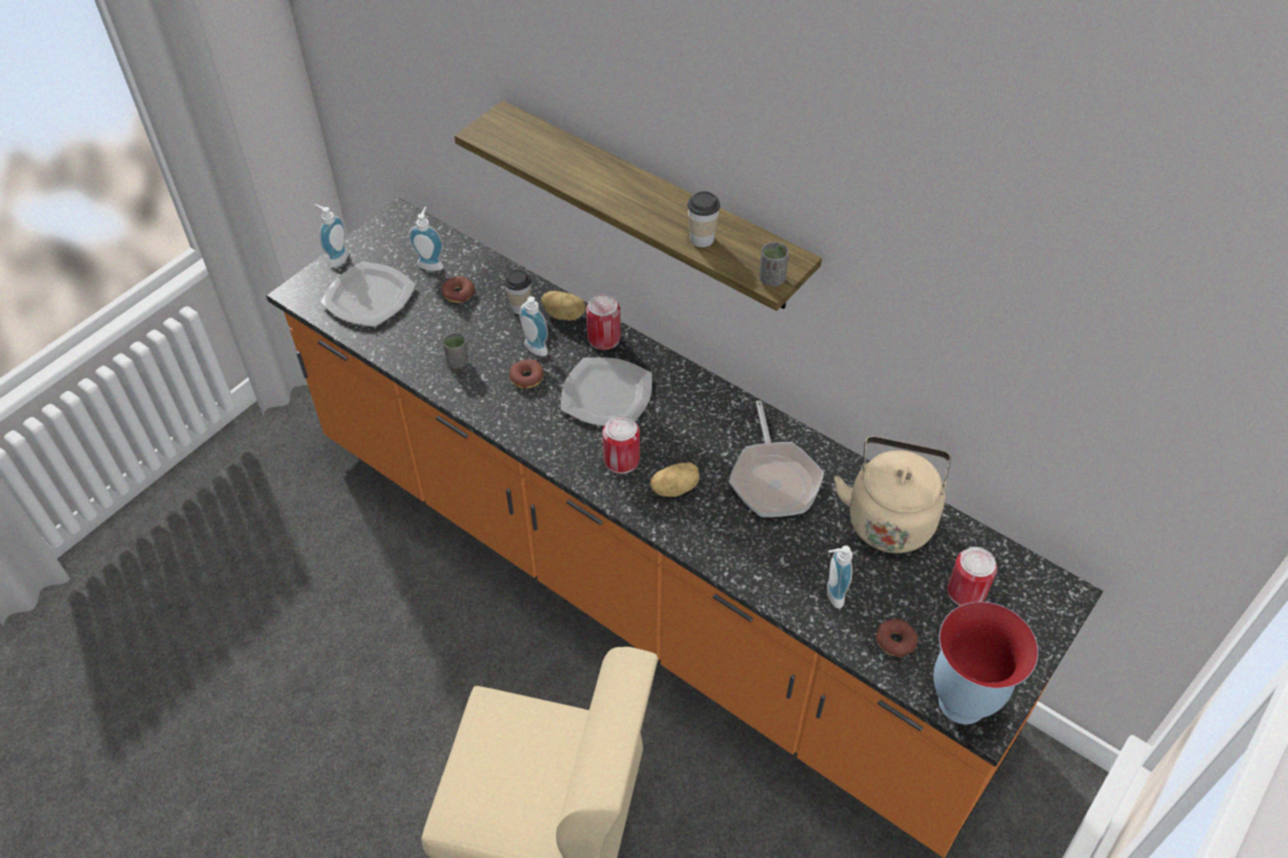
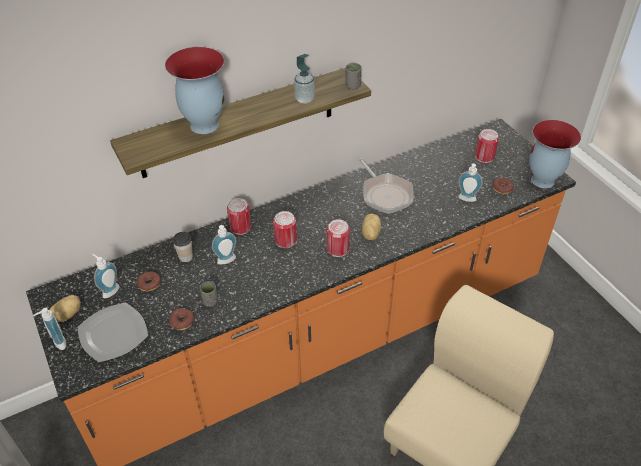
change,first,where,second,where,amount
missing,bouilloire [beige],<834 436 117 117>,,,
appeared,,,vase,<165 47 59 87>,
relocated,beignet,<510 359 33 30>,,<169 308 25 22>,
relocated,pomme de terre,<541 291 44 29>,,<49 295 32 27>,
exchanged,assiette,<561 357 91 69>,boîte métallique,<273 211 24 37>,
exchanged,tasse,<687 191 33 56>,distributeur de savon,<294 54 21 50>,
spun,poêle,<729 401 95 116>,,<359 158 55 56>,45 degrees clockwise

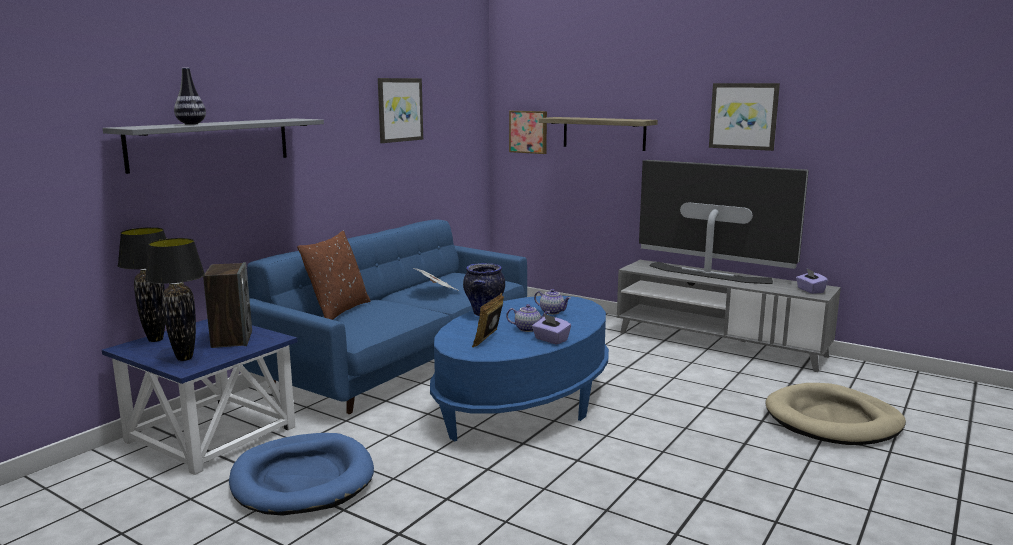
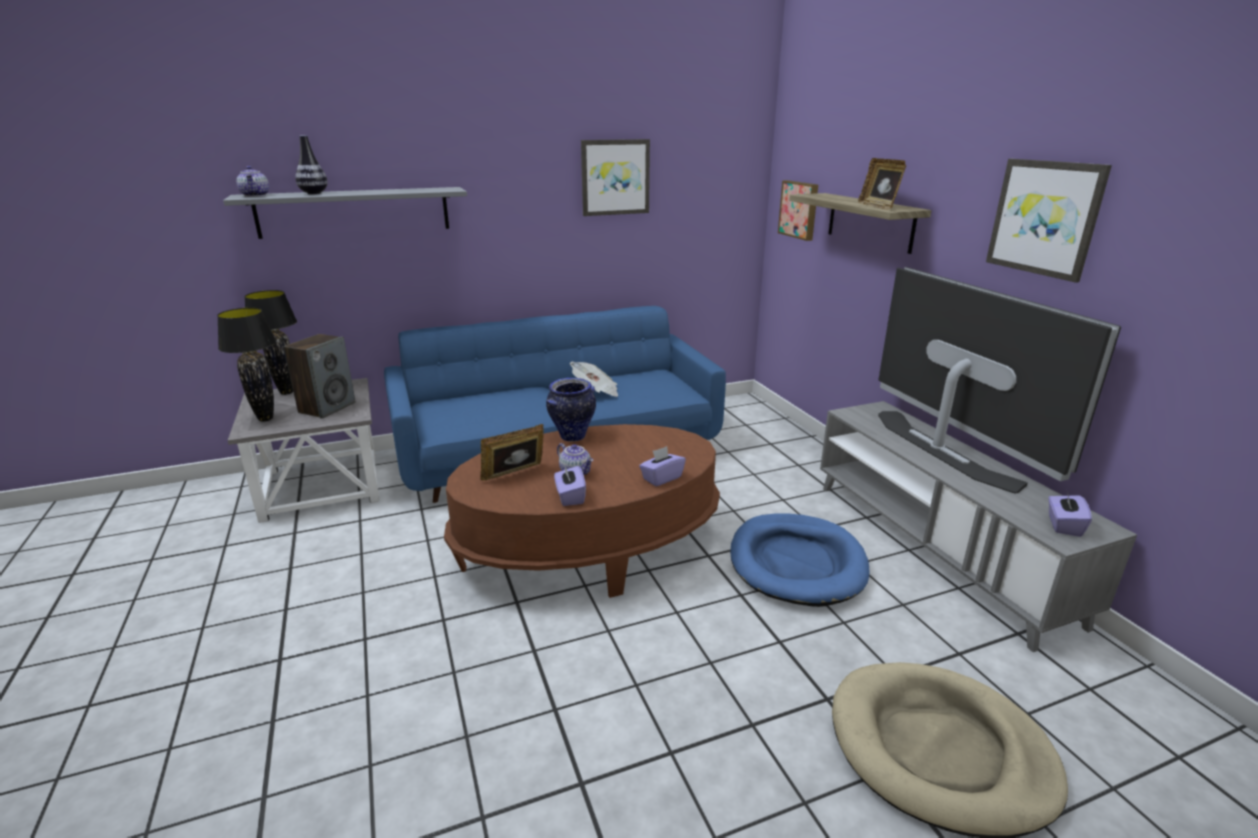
change,first,where,second,where,amount
missing,coussin [marron],<297 231 74 89>,,,
appeared,,,boîte à mouchoirs [violet],<639 446 47 40>,
appeared,,,cadre photo,<858 158 48 52>,
relocated,panier pour chien [bleu],<229 433 145 83>,,<730 513 139 94>,
relocated,théière,<534 289 37 26>,,<236 166 33 31>,
colour,table d'appoint [bleu],<102 319 195 156>,table d'appoint [gris],<228 378 152 145>,
colour,table basse [bleu],<430 296 179 145>,table basse [marron],<444 424 276 174>,

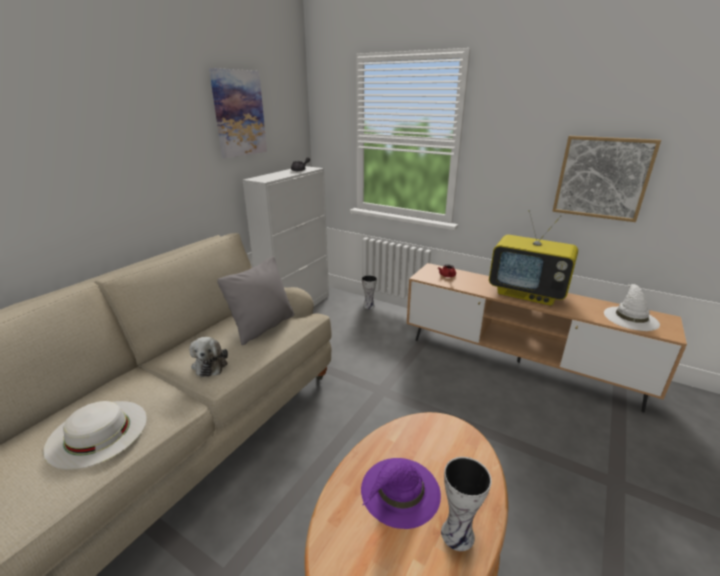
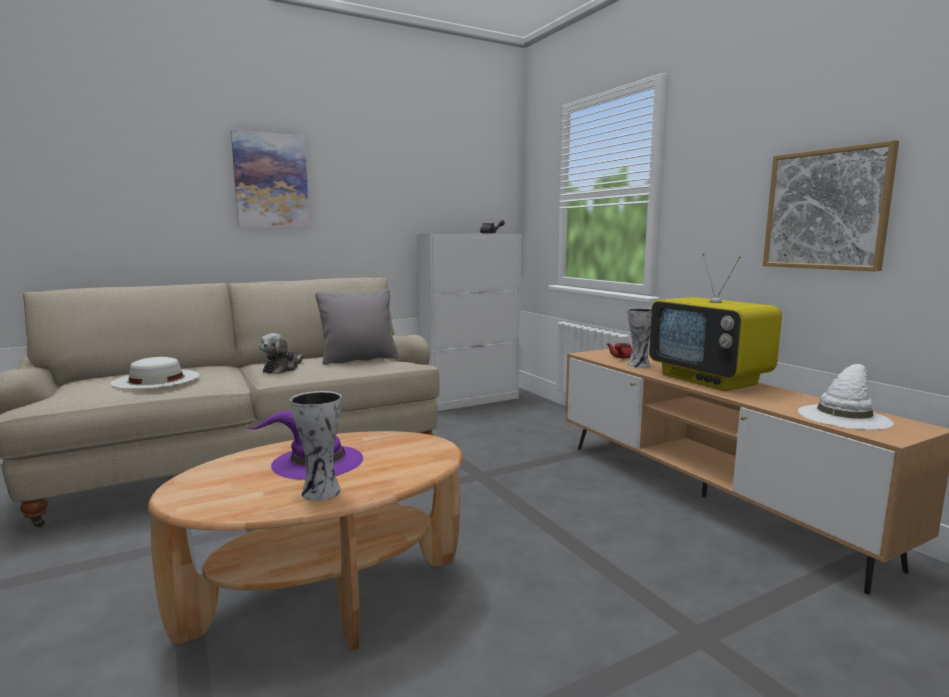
change,first,where,second,where,amount
relocated,tableau,<209 68 58 91>,,<231 130 79 98>,
relocated,vase,<362 275 15 34>,,<628 308 23 60>,

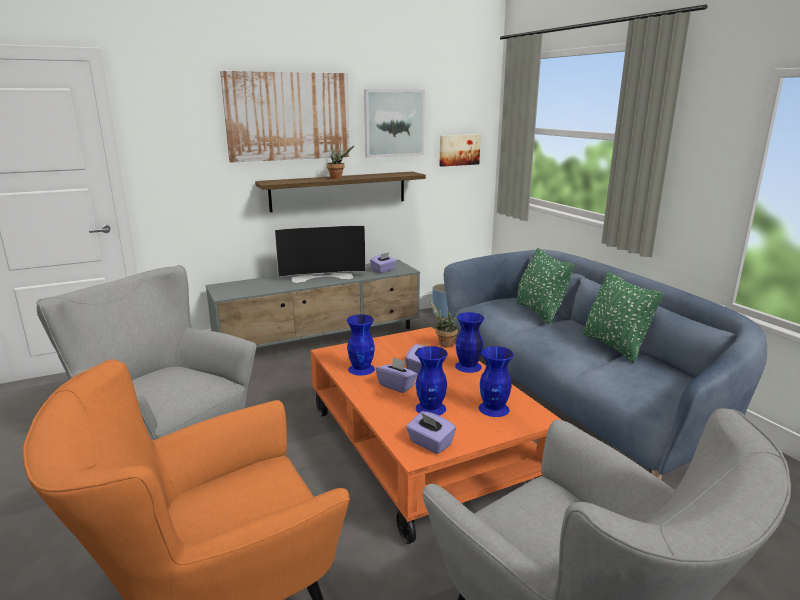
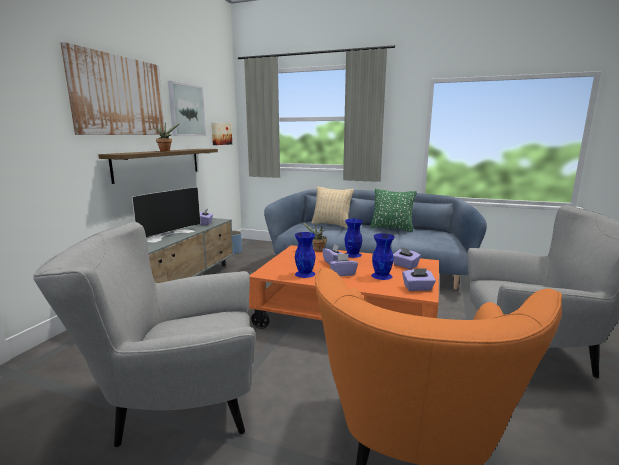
change,first,where,second,where,amount
exchanged,vase [bleu],<479 346 34 71>,boîte à mouchoirs [violet],<393 247 28 22>,
colour,coussin [vert],<516 248 58 76>,coussin [beige],<311 187 43 41>,

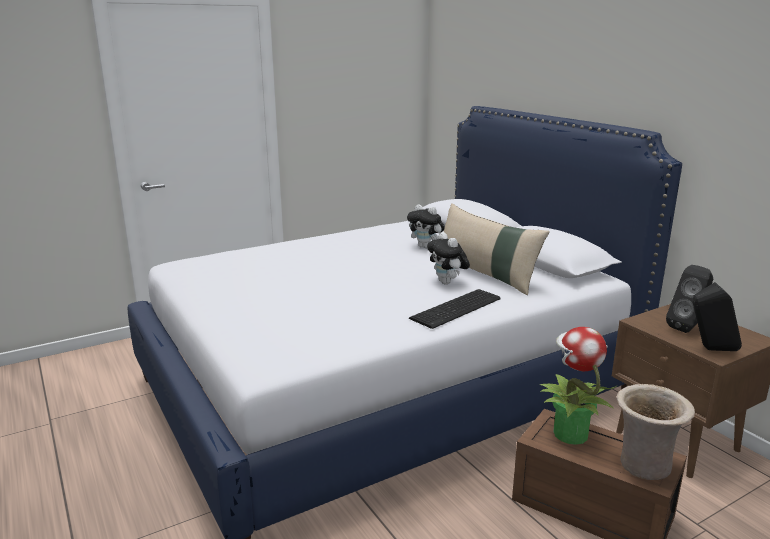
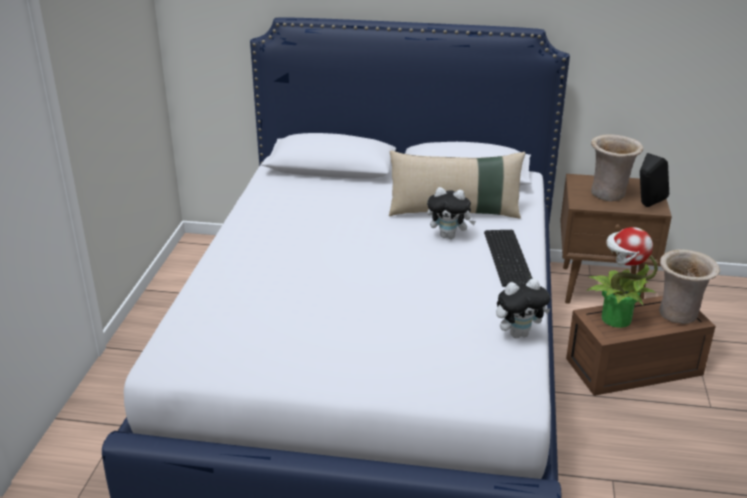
change,first,where,second,where,amount
relocated,peluche,<407 204 38 44>,,<496 278 55 60>,
exchanged,enceinte [noir],<666 265 47 68>,vase [beige],<591 135 52 66>,

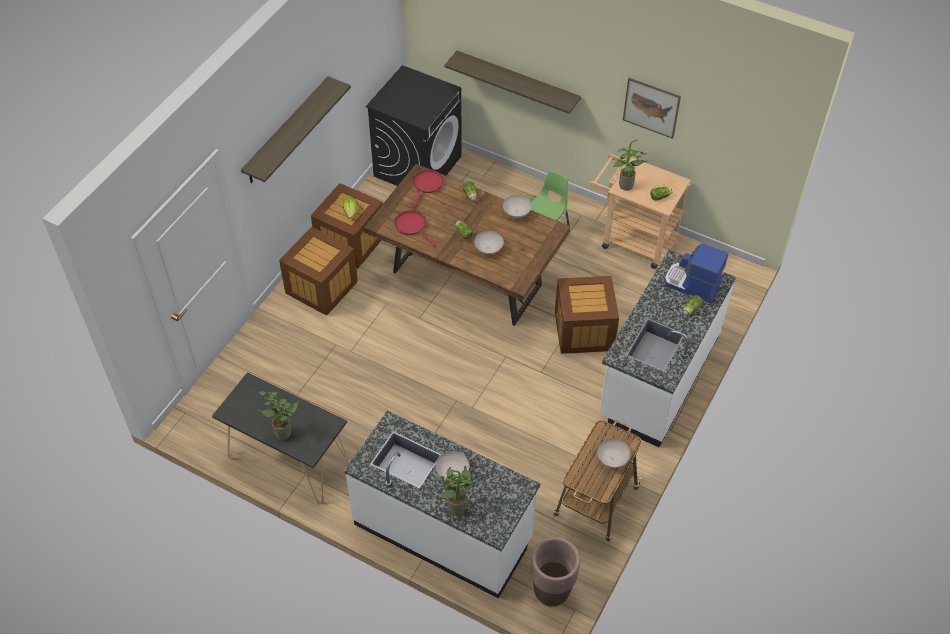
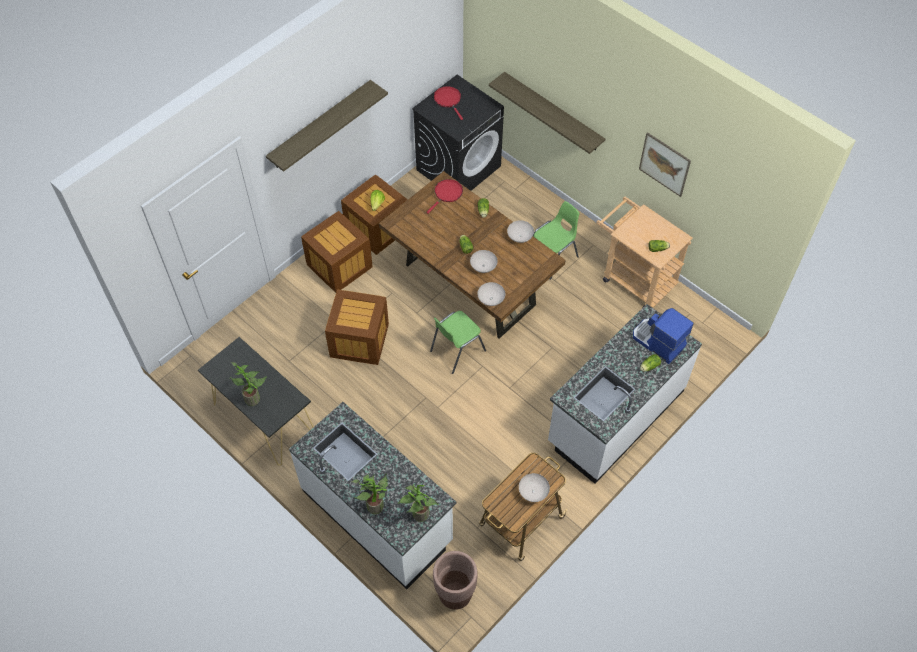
change,first,where,second,where,amount
appeared,,,chaise [vert],<430 311 56 63>,
relocated,poêle [rouge],<395 210 41 36>,,<434 86 29 34>,
relocated,bol [blanc],<435 451 34 29>,,<477 282 28 24>,
relocated,caisse,<555 276 64 78>,,<325 290 64 75>,
relocated,plante en pot,<613 139 35 52>,,<398 484 41 38>,

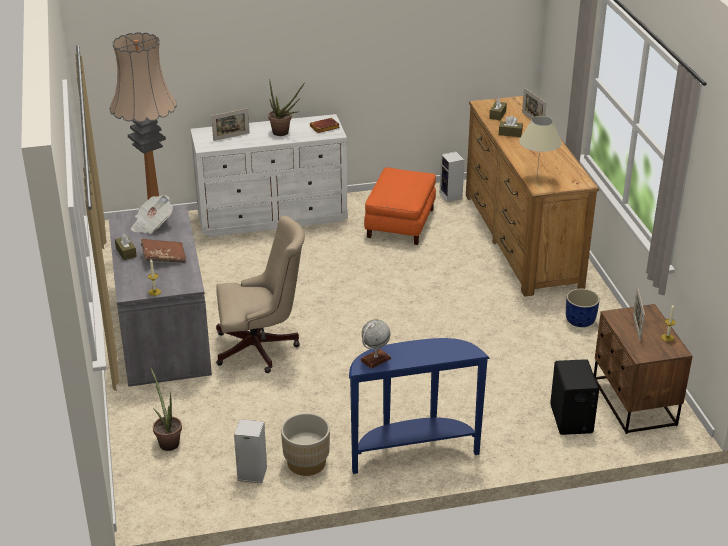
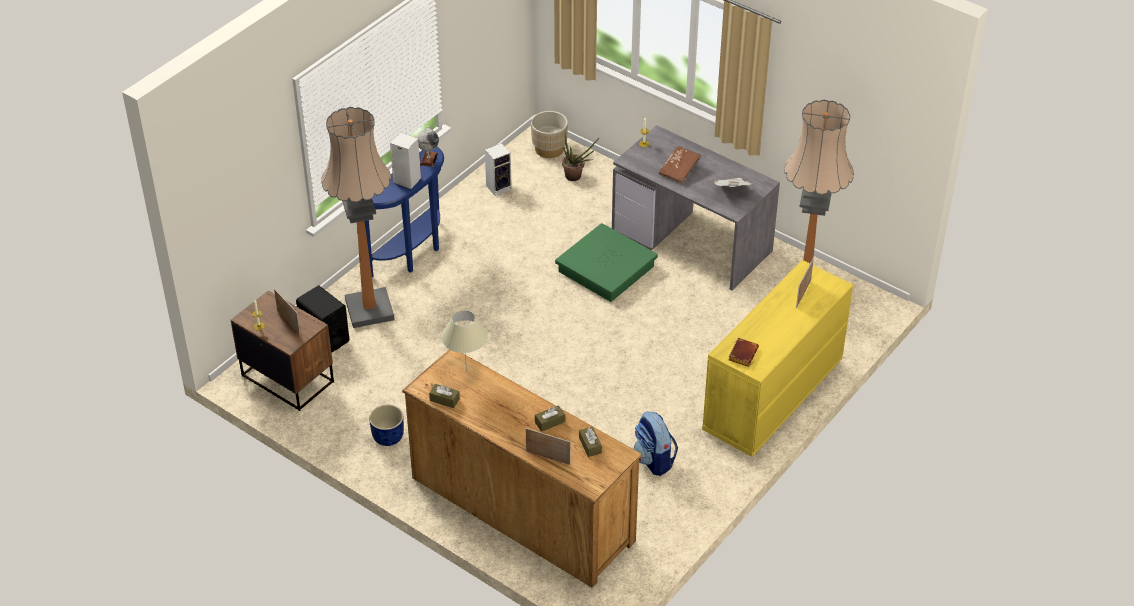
change,first,where,second,where,amount
missing,plante en pot,<268 79 37 57>,,,
appeared,,,lampadaire,<321 107 74 221>,
relocated,boîte à mouchoirs [marron],<115 234 22 26>,,<429 384 31 24>,
relocated,cache-pot [beige],<281 413 49 63>,,<531 111 37 47>,
relocated,enceinte,<440 152 25 50>,,<390 132 31 57>,
exchanged,chaise de bureau [beige],<216 216 89 157>,boîte de rangement [vert],<555 223 103 79>,
exchanged,pouf [orange],<364 167 72 78>,sac à dos,<634 411 44 65>,
colour,commode [blanc],<190 114 158 123>,commode [jaune],<702 260 151 197>,

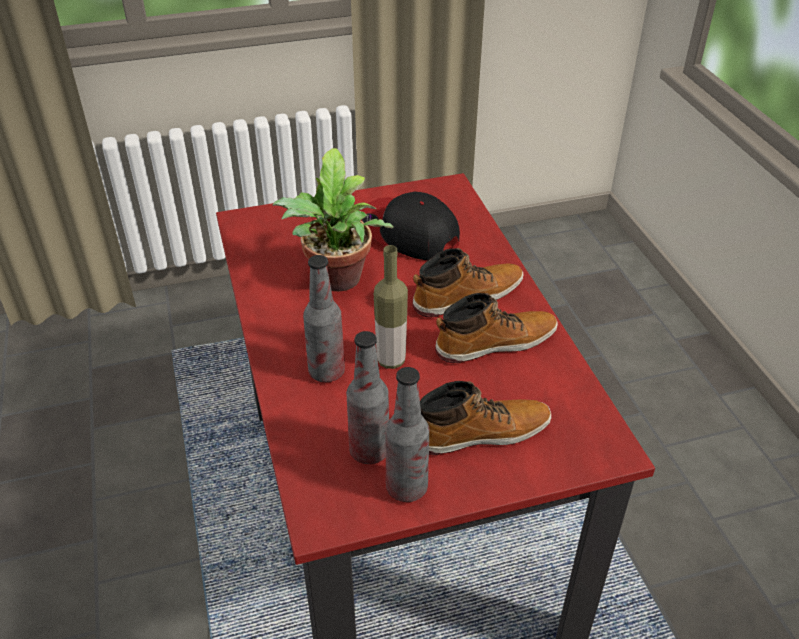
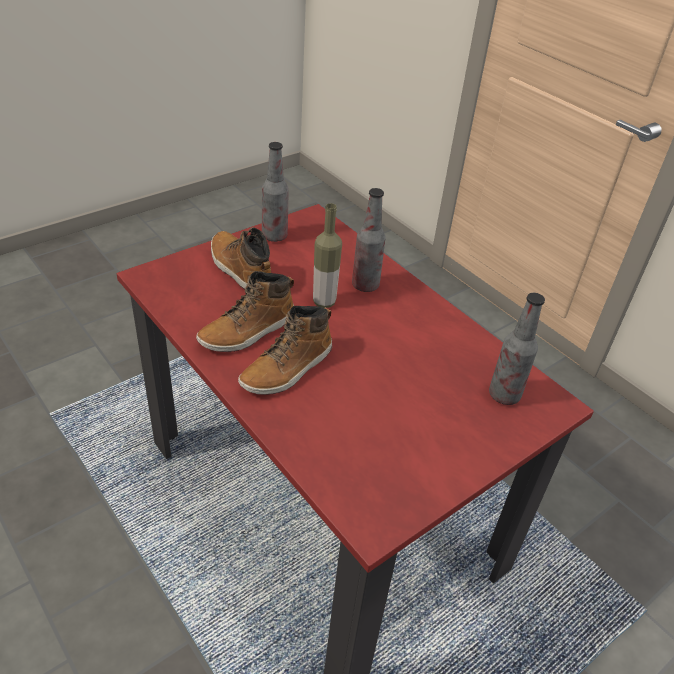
change,first,where,second,where,amount
missing,plante en pot,<273 148 121 144>,,,
missing,casquette,<360 192 100 69>,,,
relocated,bouteille,<347 331 42 133>,,<489 293 56 112>,
spun,botte,<420 381 131 74>,,<211 227 60 62>,90 degrees clockwise

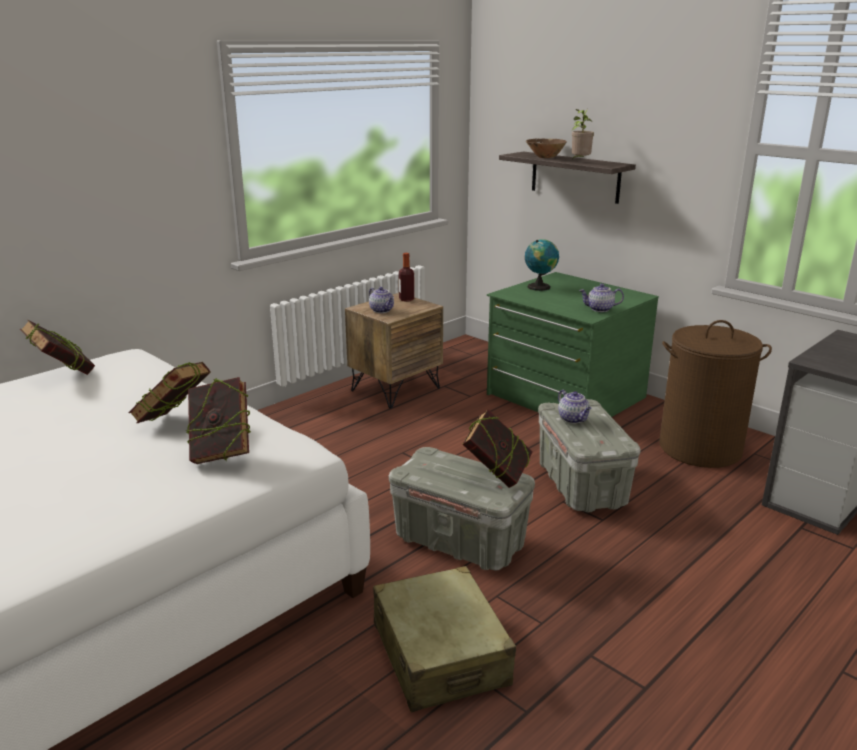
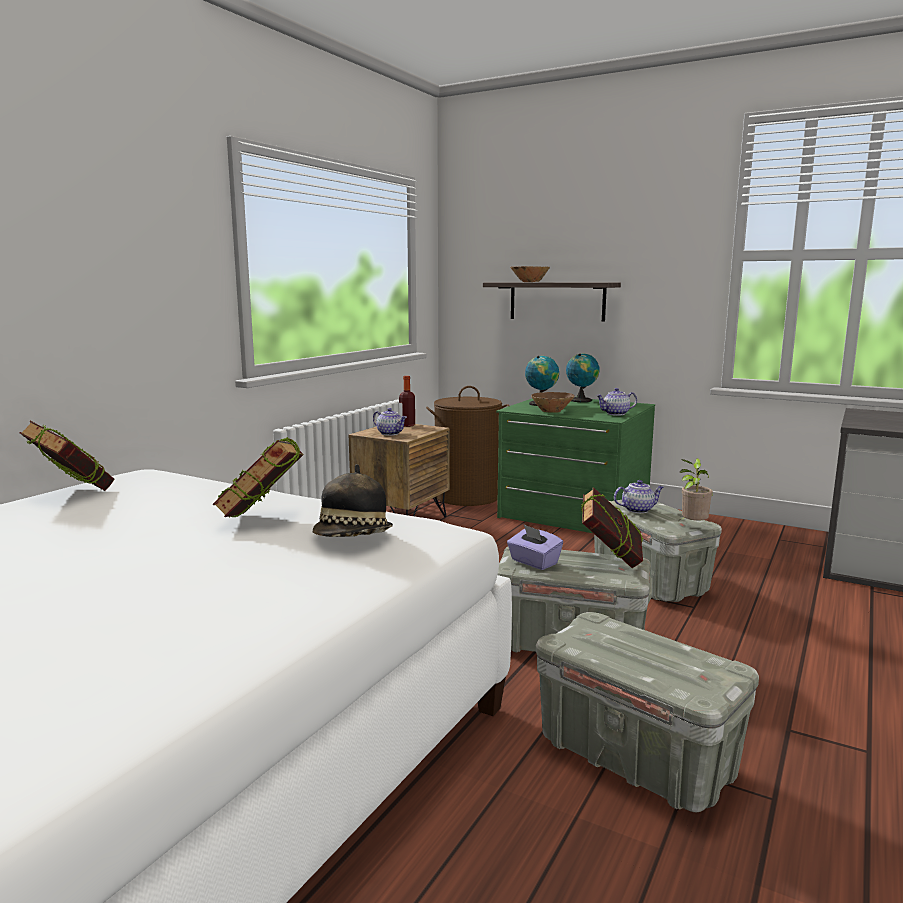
change,first,where,second,where,amount
appeared,,,boîte à mouchoirs [violet],<507 525 56 45>,
appeared,,,bol [marron],<531 392 44 21>,
appeared,,,globe,<566 353 34 49>,
relocated,plante en pot,<571 109 23 50>,,<680 458 33 63>,
relocated,panier à linge [marron],<659 320 113 148>,,<426 386 83 120>,
exchanged,livre,<186 377 65 87>,chapeau,<313 464 80 73>,
exchanged,valise [beige],<373 566 143 146>,boîte de rangement [gris],<536 612 223 200>,
spun,théière,<558 390 34 33>,,<614 480 49 33>,60 degrees counterclockwise

